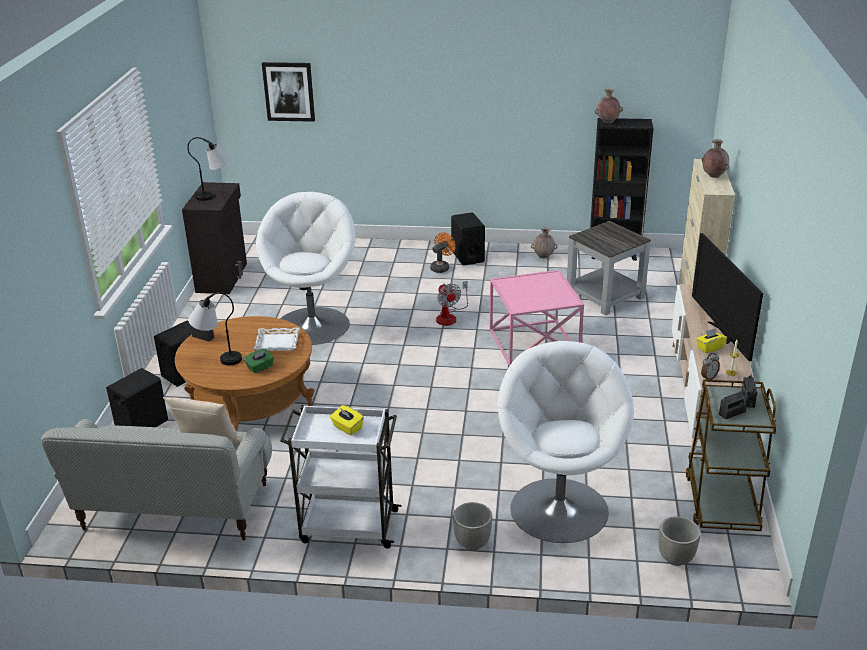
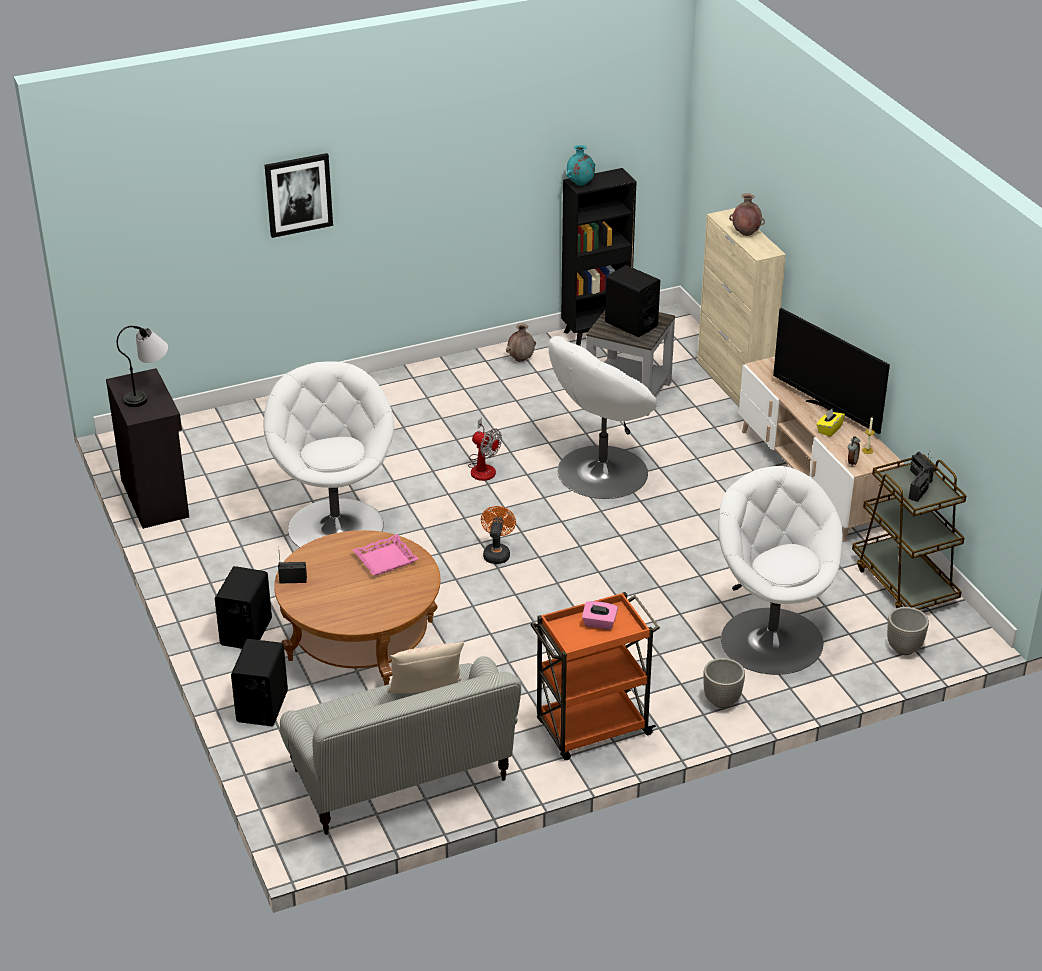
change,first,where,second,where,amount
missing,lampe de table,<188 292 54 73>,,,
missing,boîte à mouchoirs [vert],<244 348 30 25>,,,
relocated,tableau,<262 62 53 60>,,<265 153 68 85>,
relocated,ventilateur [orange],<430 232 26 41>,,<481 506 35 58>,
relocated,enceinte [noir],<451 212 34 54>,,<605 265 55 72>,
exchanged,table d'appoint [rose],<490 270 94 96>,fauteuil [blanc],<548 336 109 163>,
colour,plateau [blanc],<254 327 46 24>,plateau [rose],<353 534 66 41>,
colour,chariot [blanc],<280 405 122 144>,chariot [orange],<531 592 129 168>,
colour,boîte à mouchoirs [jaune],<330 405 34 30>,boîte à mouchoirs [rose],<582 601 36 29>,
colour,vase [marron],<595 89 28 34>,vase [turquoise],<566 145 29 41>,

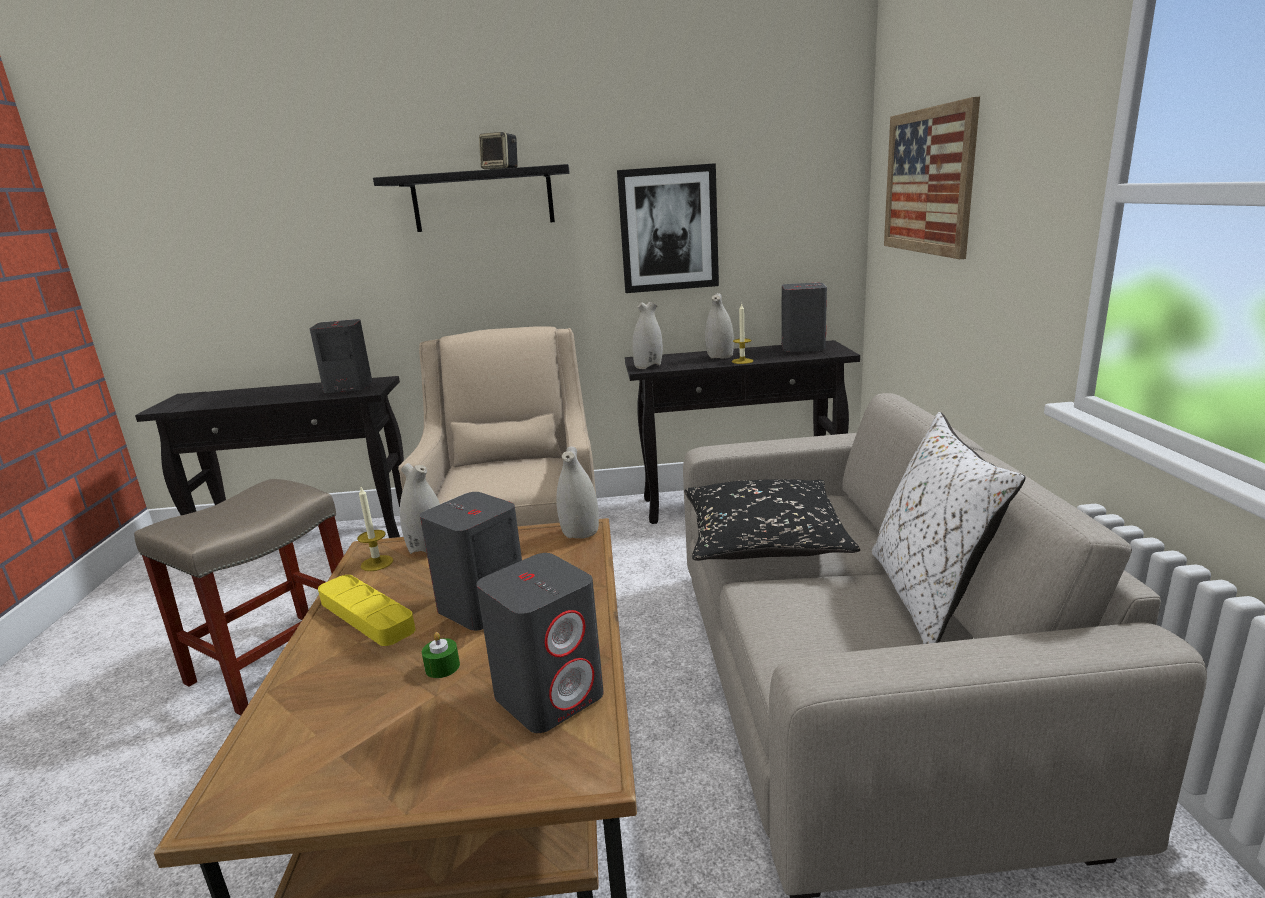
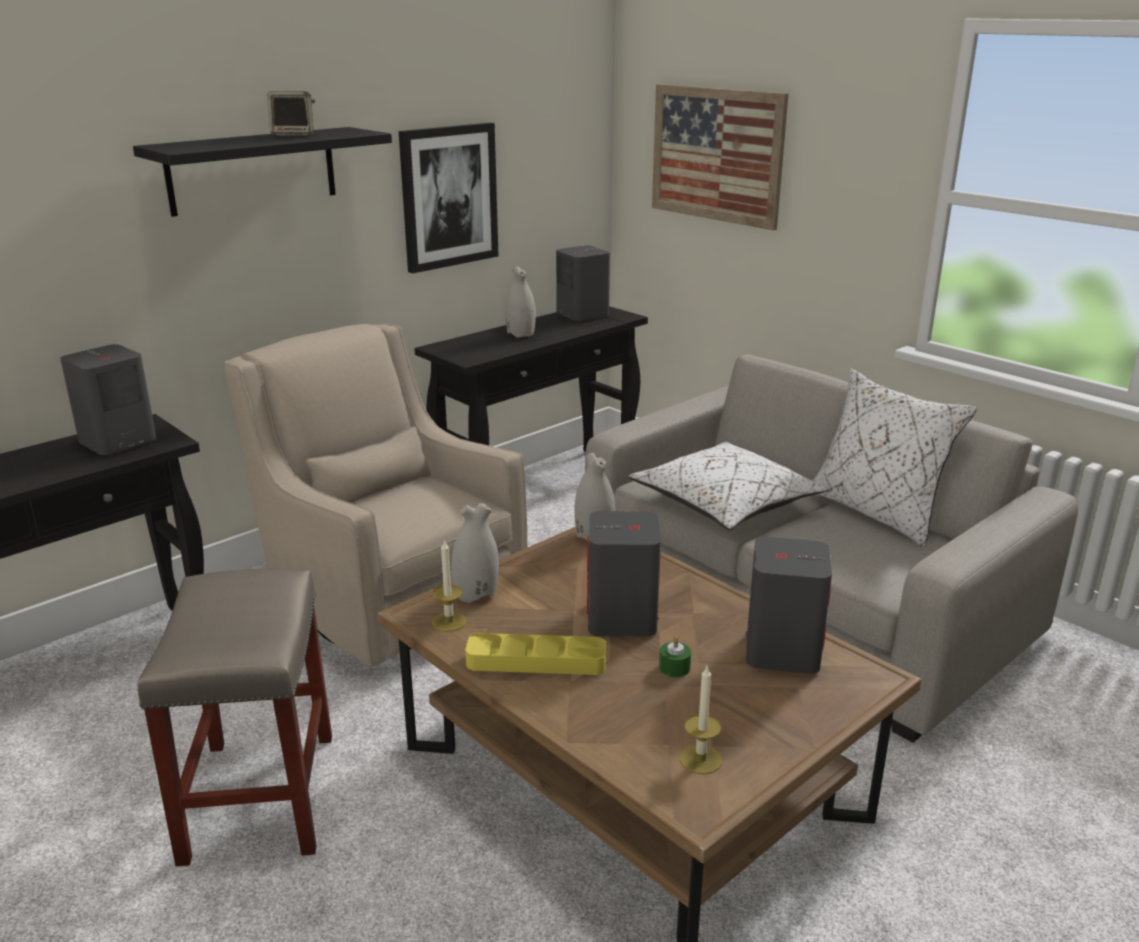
change,first,where,second,where,amount
missing,vase [blanc],<632 302 31 67>,,,
relocated,bougie,<732 303 21 61>,,<680 666 42 108>,
colour,coussin [noir],<684 479 176 82>,coussin [blanc],<629 442 199 88>,

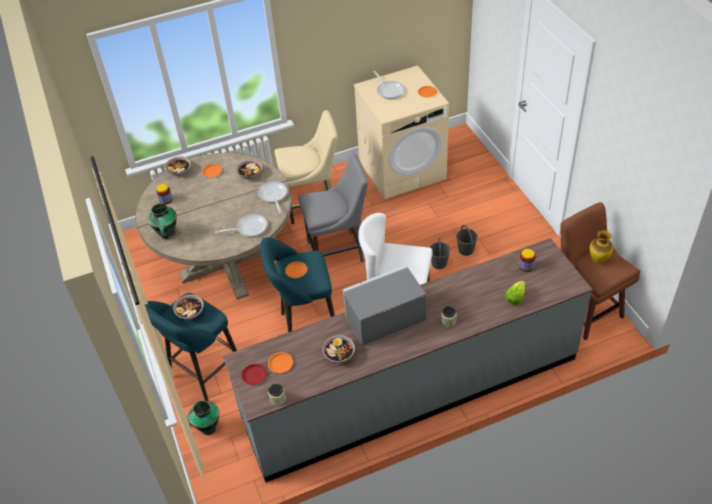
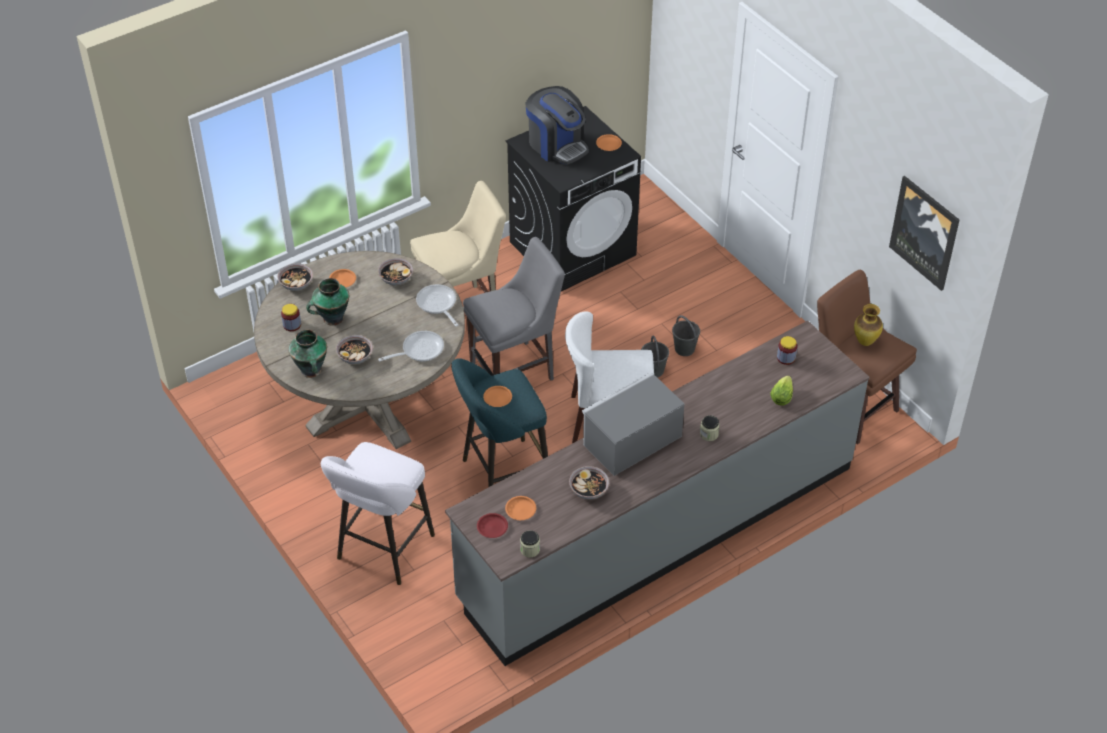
change,first,where,second,where,amount
appeared,,,tableau,<889 176 70 115>,
relocated,bol,<173 295 31 25>,,<336 335 37 29>,
relocated,vase,<186 400 33 35>,,<306 278 43 48>,
exchanged,poêle,<373 71 32 28>,machine à café,<525 86 64 78>,
colour,tabouret [turquoise],<145 293 92 108>,tabouret [blanc],<321 442 114 143>,
colour,lave-linge [beige],<353 66 96 133>,lave-linge [noir],<506 106 135 185>,

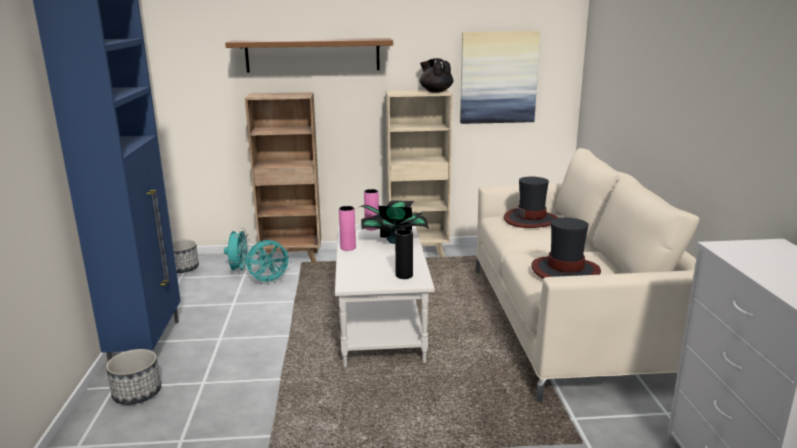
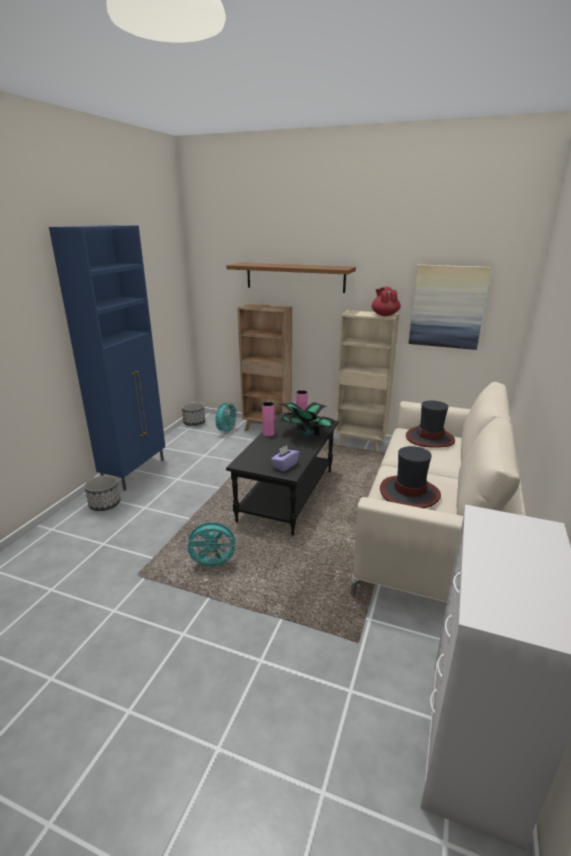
change,first,where,second,where,amount
relocated,ventilateur [turquoise],<246 240 46 45>,,<184 522 54 48>,
exchanged,vase [noir],<395 229 18 50>,boîte à mouchoirs [violet],<271 445 28 26>,
colour,table basse [blanc],<335 223 100 144>,table basse [noir],<226 413 113 123>,
colour,théière [noir],<420 58 33 35>,théière [rouge],<372 287 29 29>,

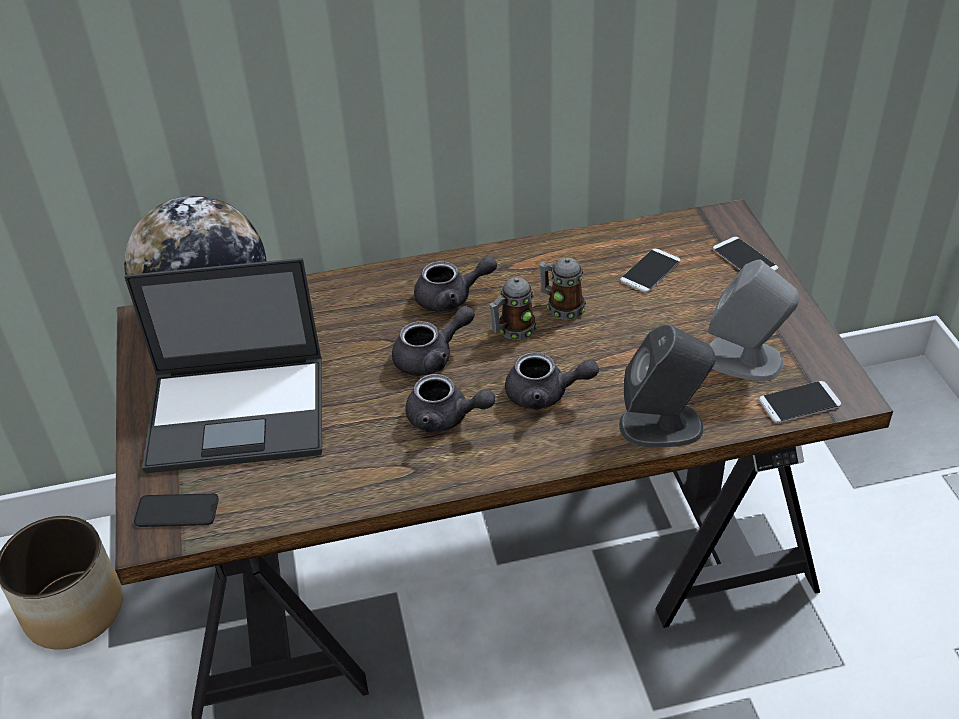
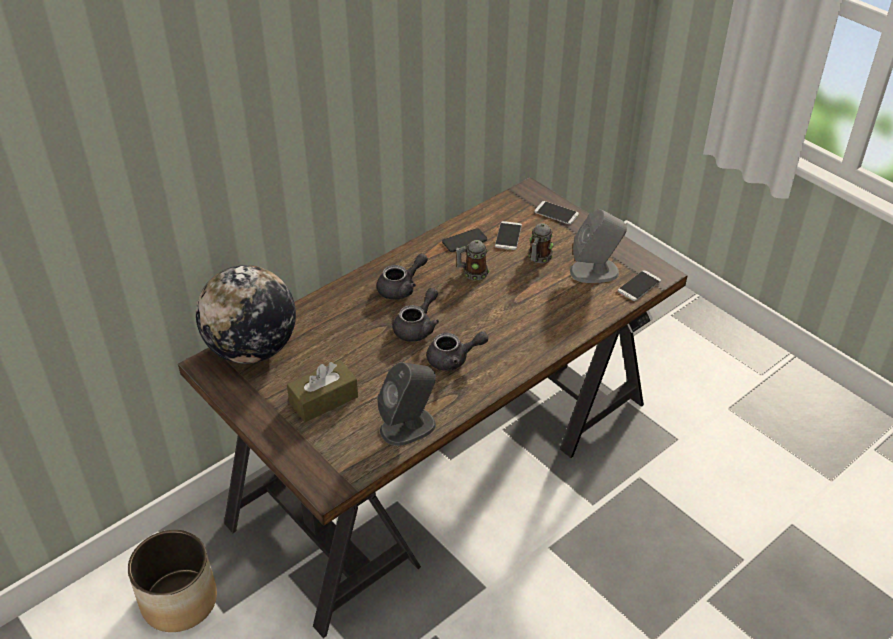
change,first,where,second,where,amount
missing,théière [gris],<505 352 94 58>,,,
relocated,téléphone,<134 493 85 34>,,<442 228 45 24>,
relocated,mug,<489 277 49 63>,,<528 223 25 40>,
relocated,enceinte [gris],<619 324 97 124>,,<377 362 59 84>,
exchanged,ordinateur portable,<124 258 198 215>,boîte à mouchoirs [marron],<287 360 71 62>,

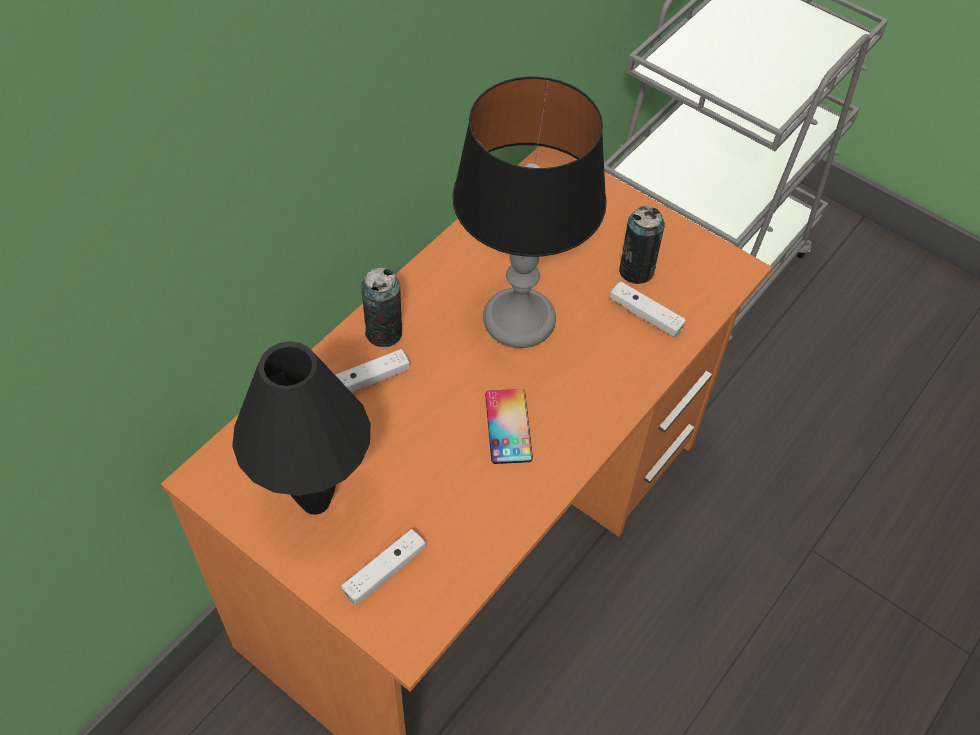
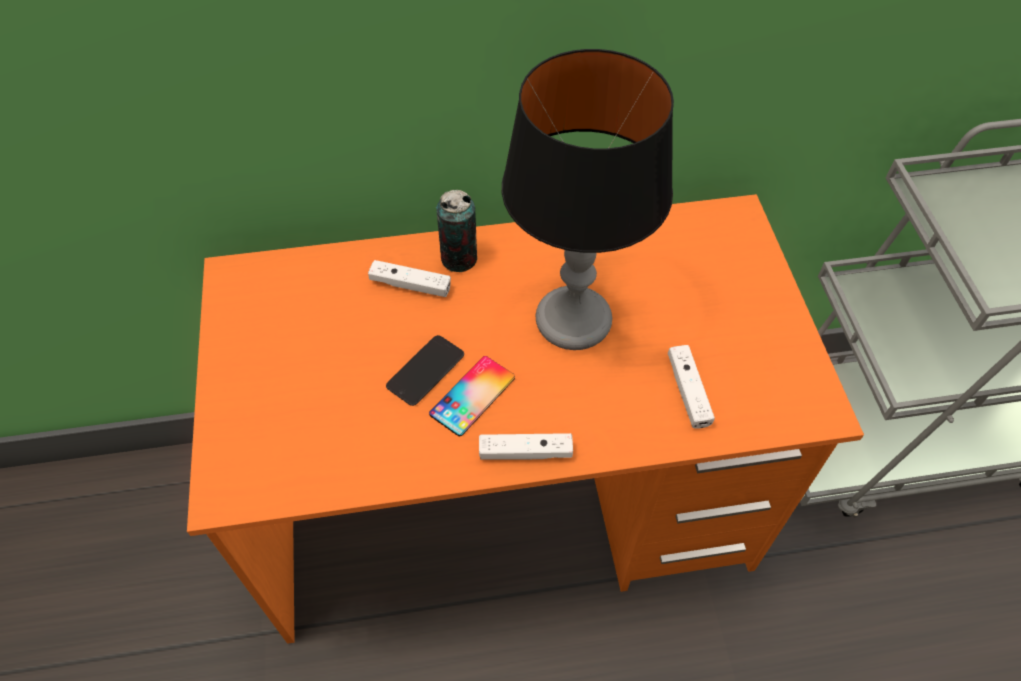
change,first,where,second,where,amount
missing,lampe de table [noir],<232 341 138 174>,,,
missing,boîte métallique,<619 206 46 78>,,,
appeared,,,téléphone,<386 335 78 71>,
relocated,manette [blanc],<341 529 85 76>,,<479 433 94 27>,

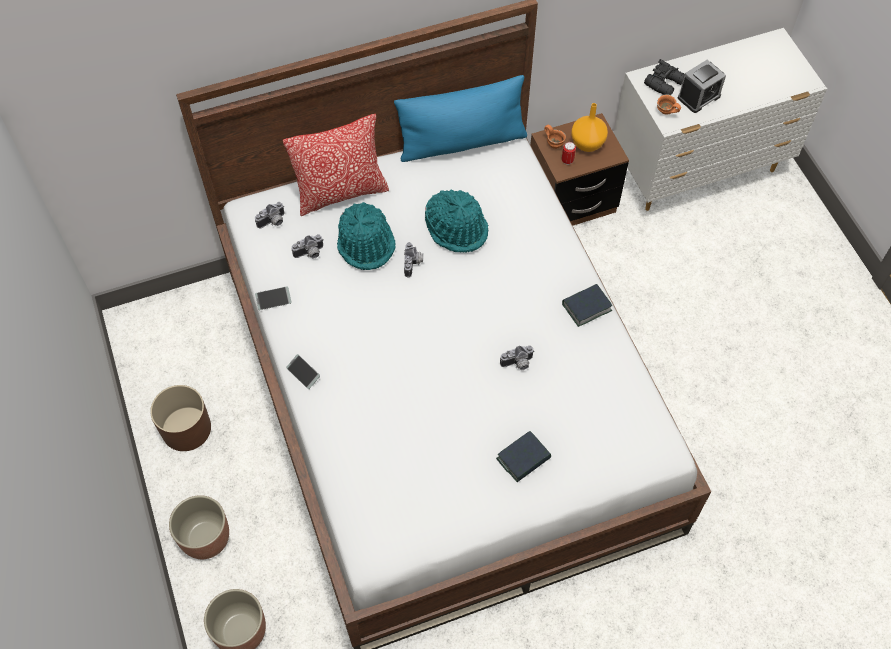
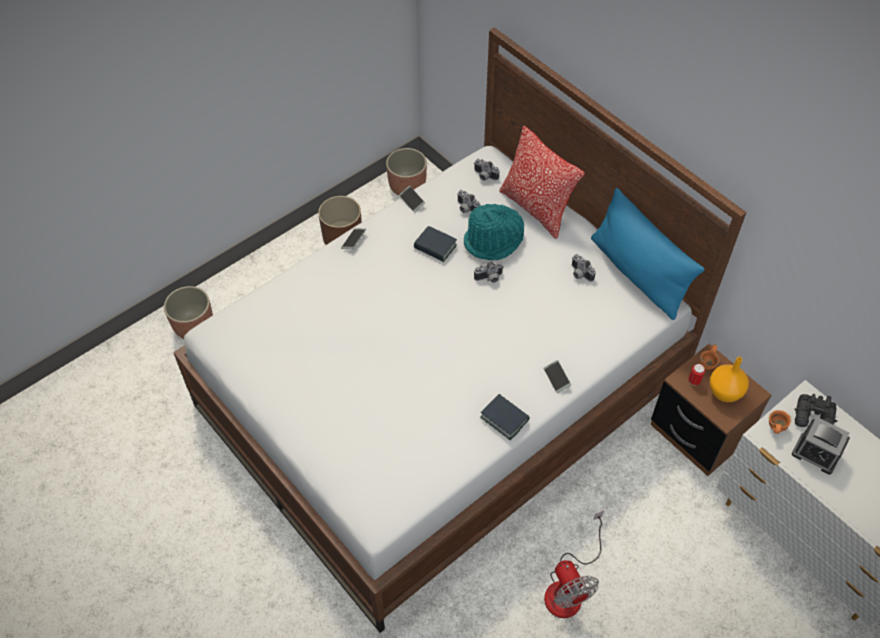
change,first,where,second,where,amount
missing,chapeau [turquoise],<425 190 63 63>,,,
appeared,,,téléphone,<544 360 27 33>,
appeared,,,ventilateur,<544 510 60 108>,
relocated,cache-pot,<169 495 60 64>,,<386 148 41 48>,
relocated,livre,<496 431 55 51>,,<414 226 43 36>,
relocated,appareil photo,<500 346 35 24>,,<572 254 24 28>,

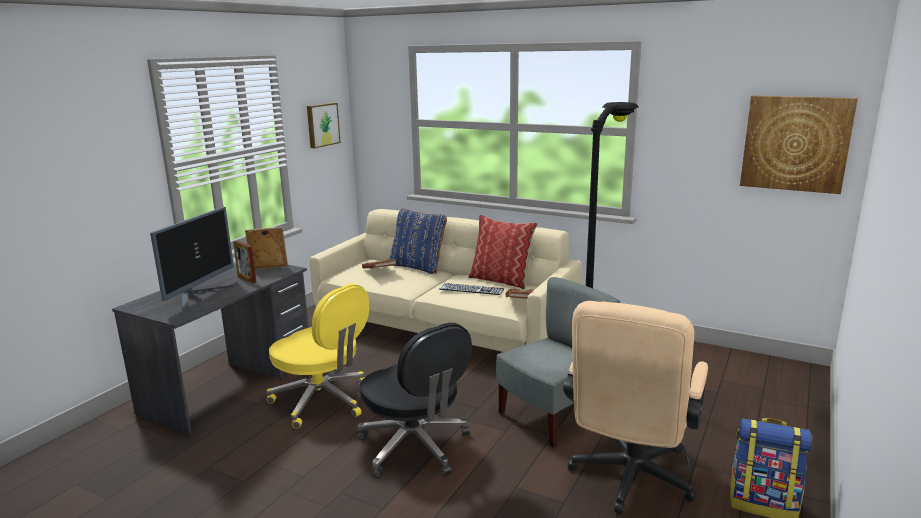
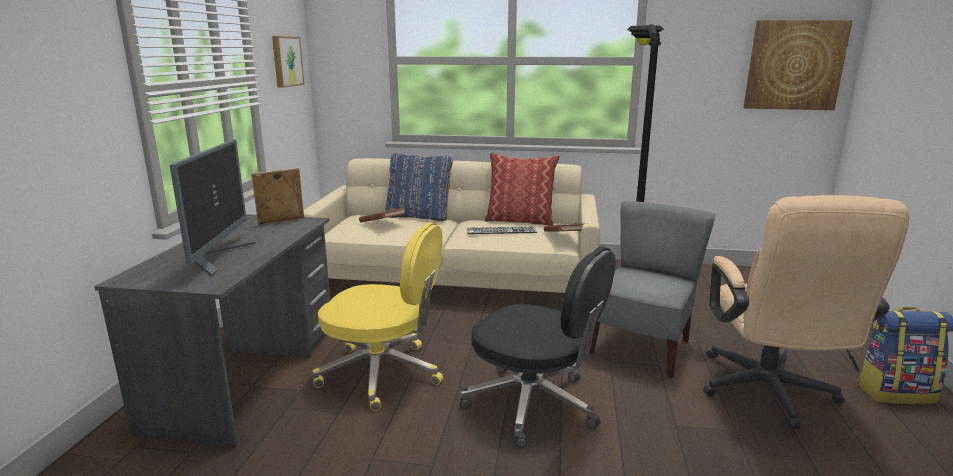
change,first,where,second,where,amount
missing,cadre photo,<233 241 23 42>,,,

